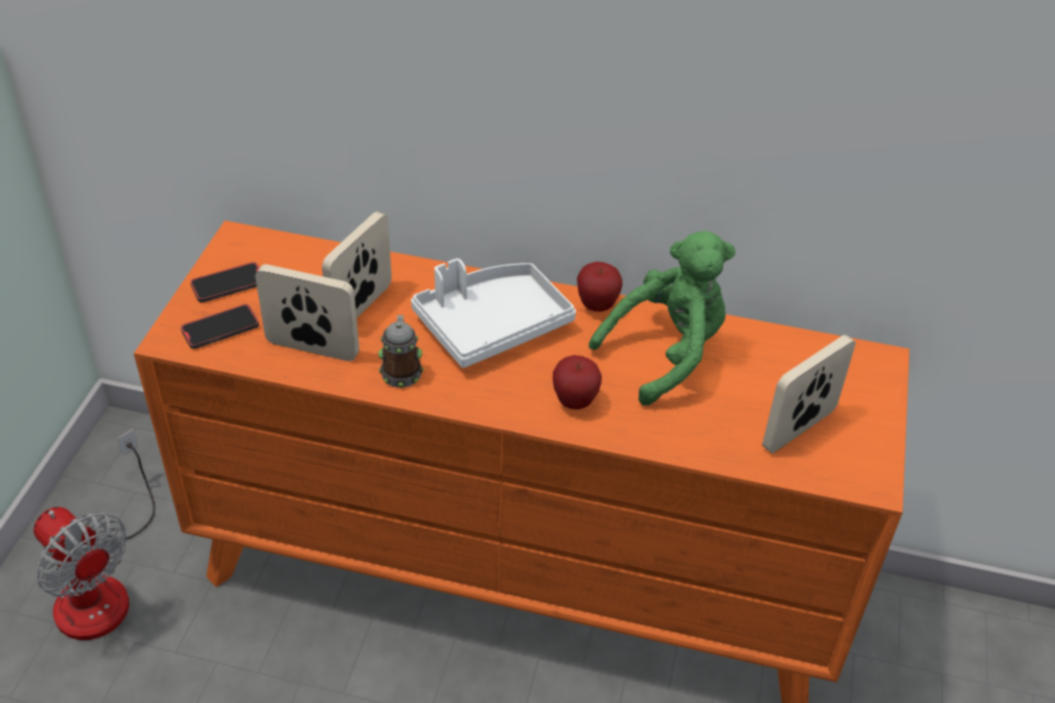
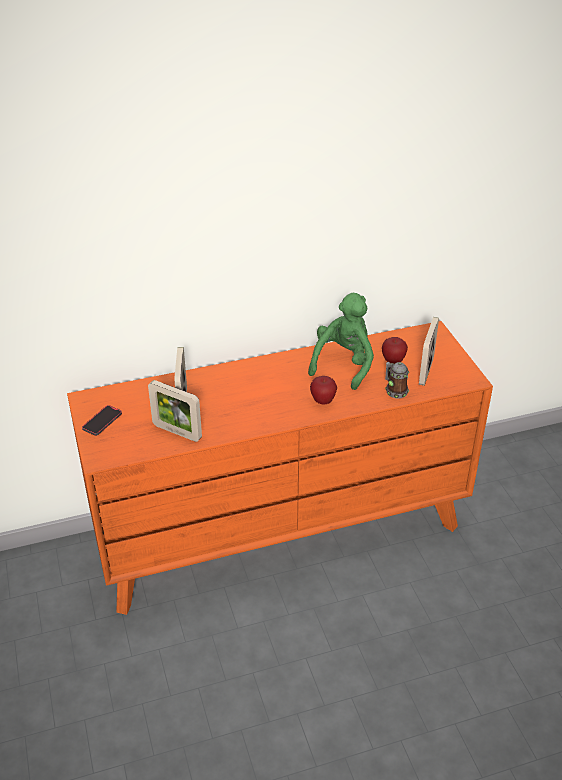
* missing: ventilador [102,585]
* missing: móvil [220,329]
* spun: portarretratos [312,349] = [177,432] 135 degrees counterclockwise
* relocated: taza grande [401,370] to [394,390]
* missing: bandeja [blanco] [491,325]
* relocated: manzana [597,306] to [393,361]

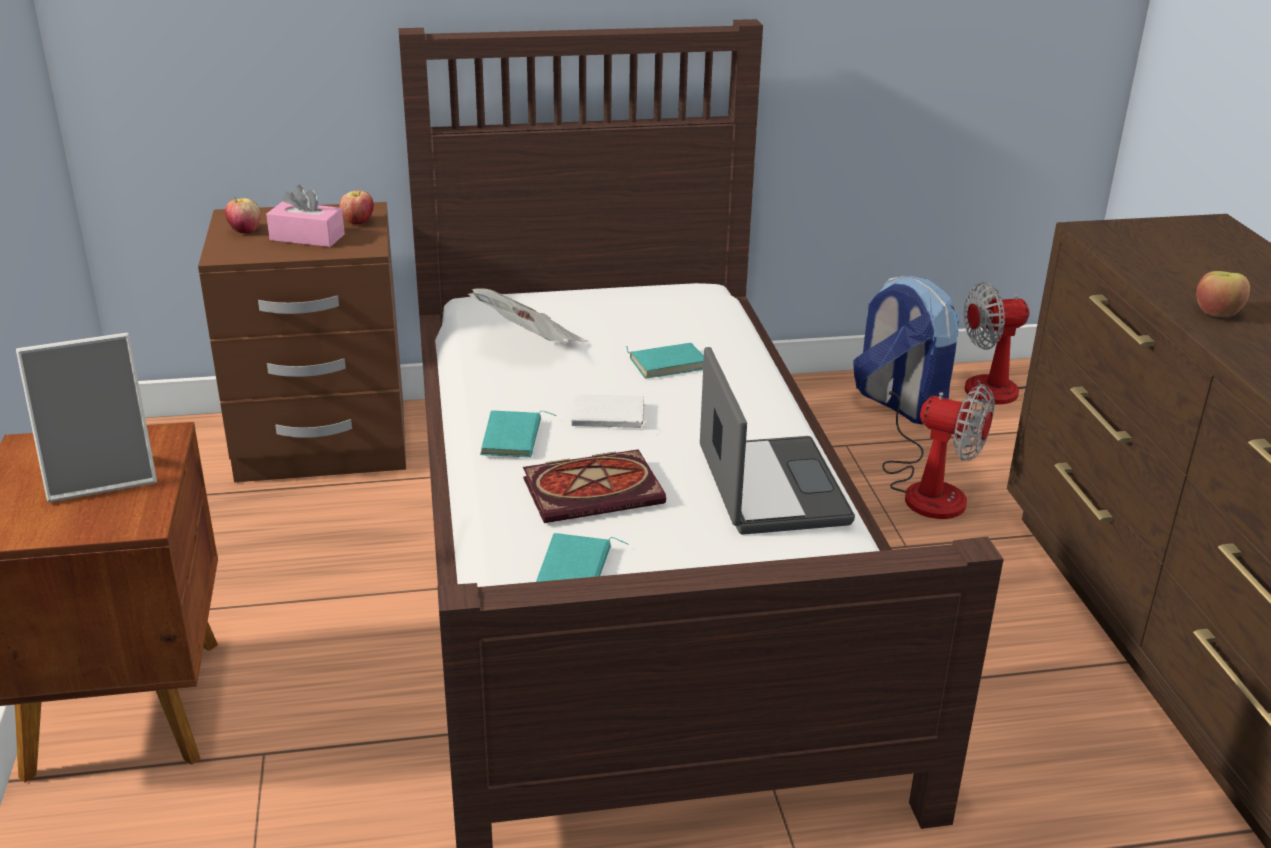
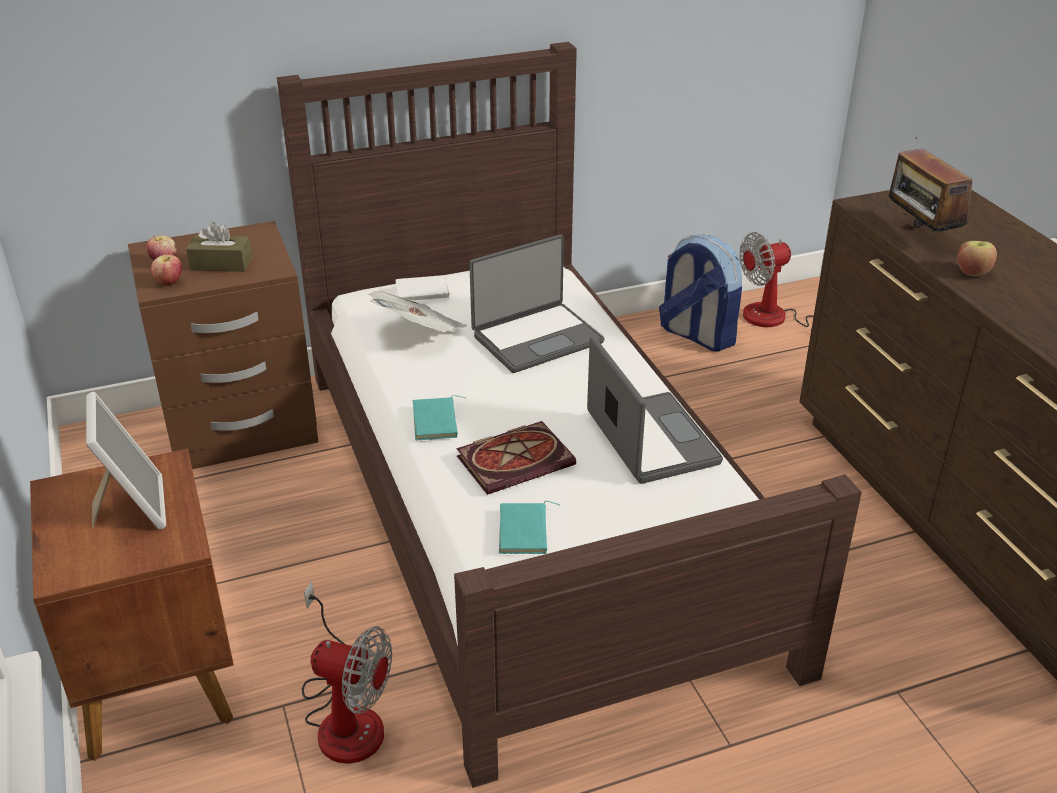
* spun: portarretratos [102,475] = [131,508] 75 degrees counterclockwise
* colour: caja de pañuelos [rosa] [307,237] to caja de pañuelos [marrón] [221,264]
* relocated: manzana [358,222] to [169,282]
* relocated: libro [blanco] [607,417] to [422,293]
* exchanged: libro [turquesa] [667,363] to portátil [536,338]
* relocated: ventilador [927,488] to [345,716]
* appeared: radio [919,235]

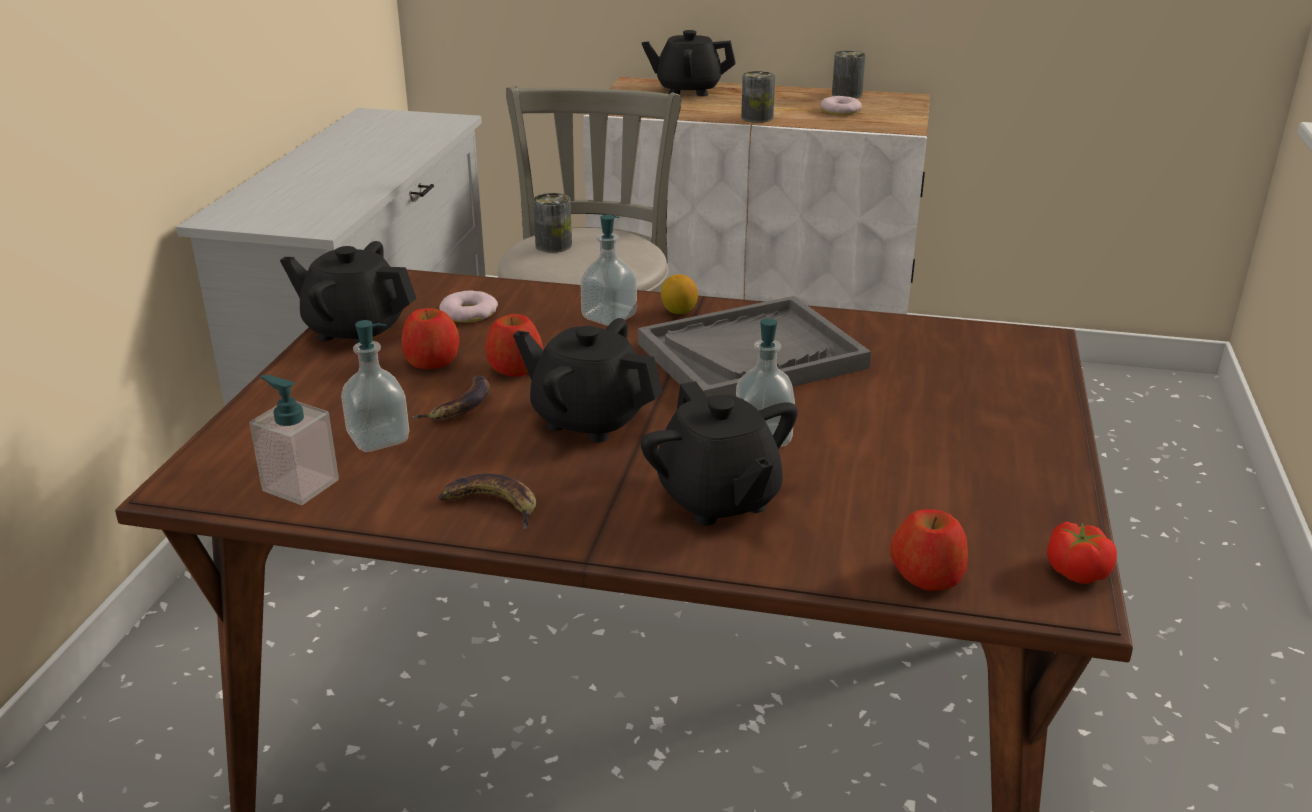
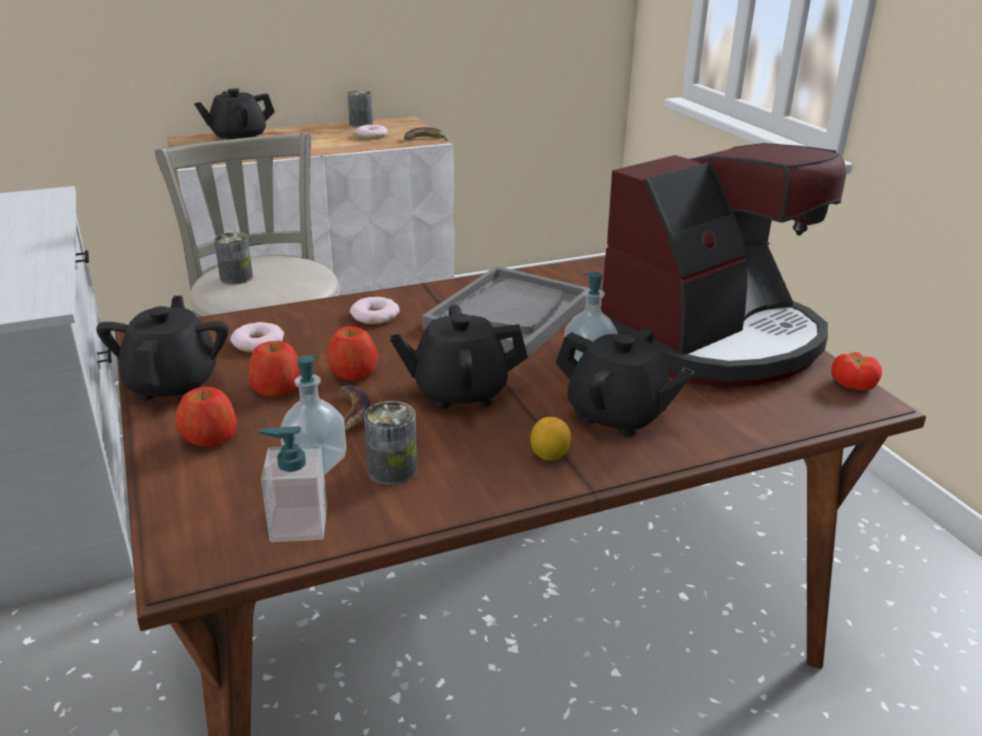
* spun: tetera [negro] [355,330] = [173,384] 105 degrees clockwise
* relocated: plátano [490,505] to [424,139]
* exchanged: dispensador de jabón [609,317] to rosquilla [375,316]
* relocated: limón [679,311] to [549,456]
* relocated: lata [757,117] to [392,470]
* relocated: manzana [926,576] to [209,438]
* appeared: cafetera [712,340]

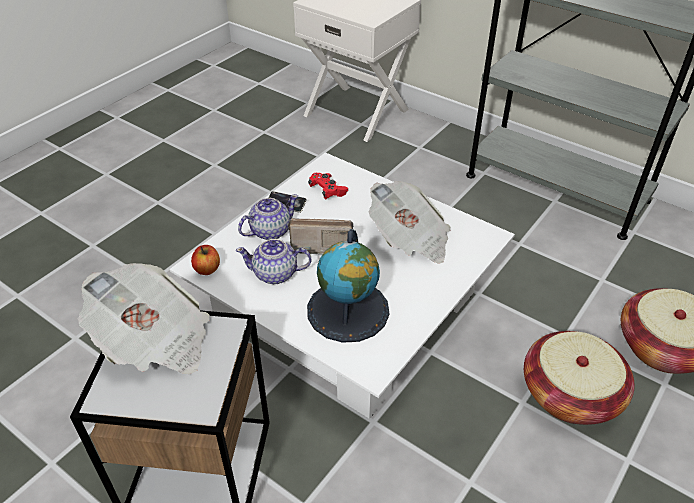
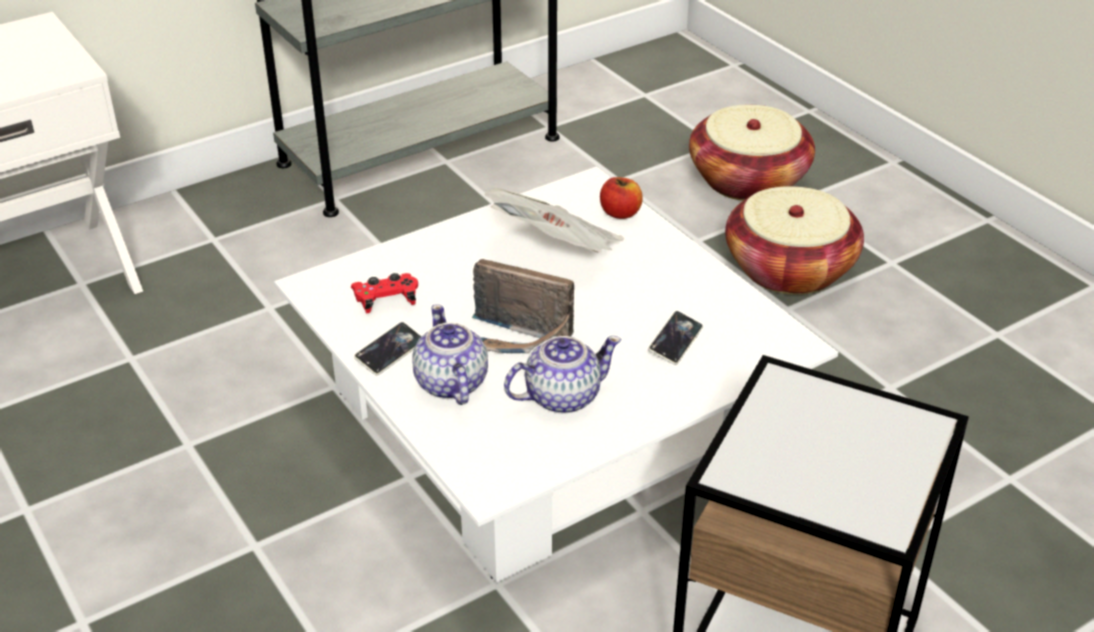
* missing: periódico [154,341]
* relocated: manzana [207,269] to [620,213]
* spun: tetera [276,274] = [561,396] 135 degrees counterclockwise
* spun: radio [320,245] = [520,337] 90 degrees counterclockwise
* exchanged: globo terráqueo [348,310] to móvil [675,341]

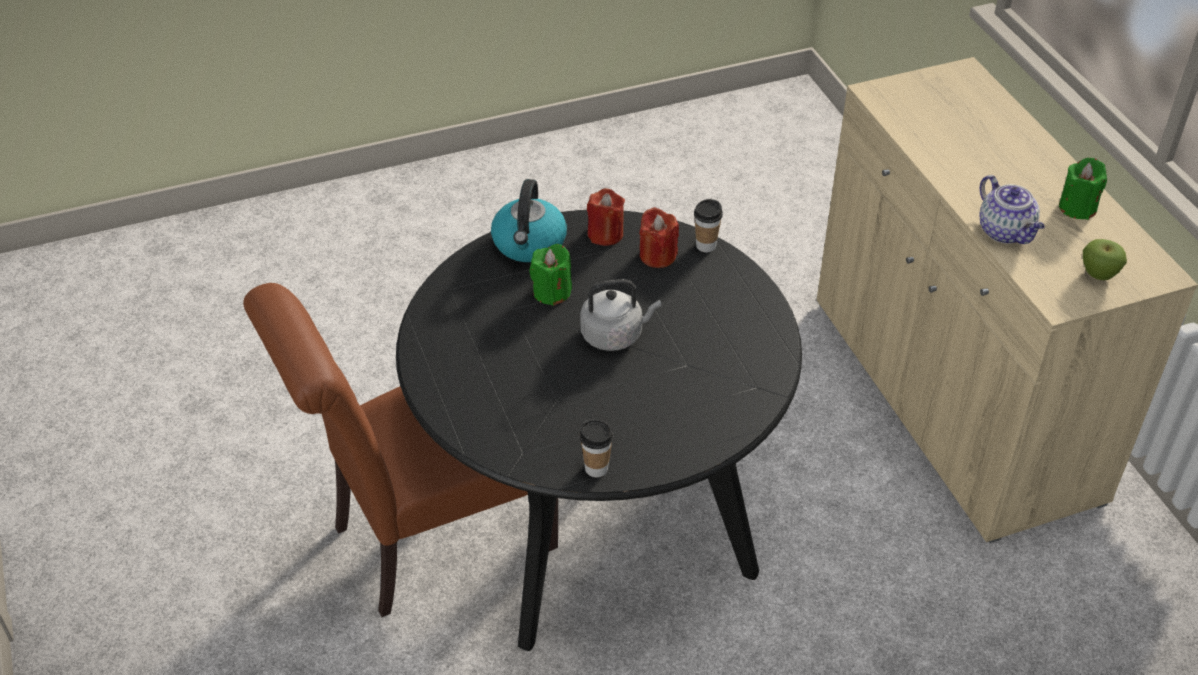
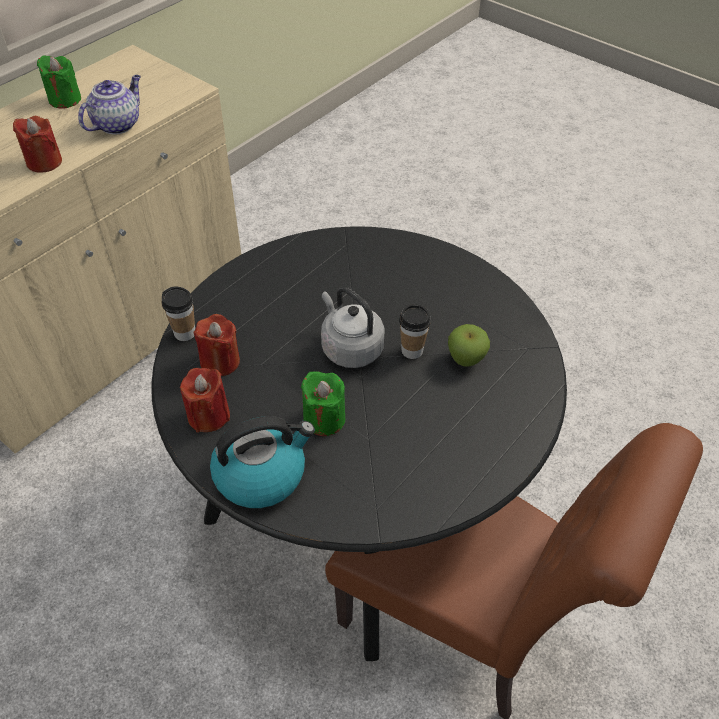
* relocated: taza [596,468] to [412,351]
* relocated: manzana [1098,274] to [466,359]
* appeared: vela [rojo] [44,162]

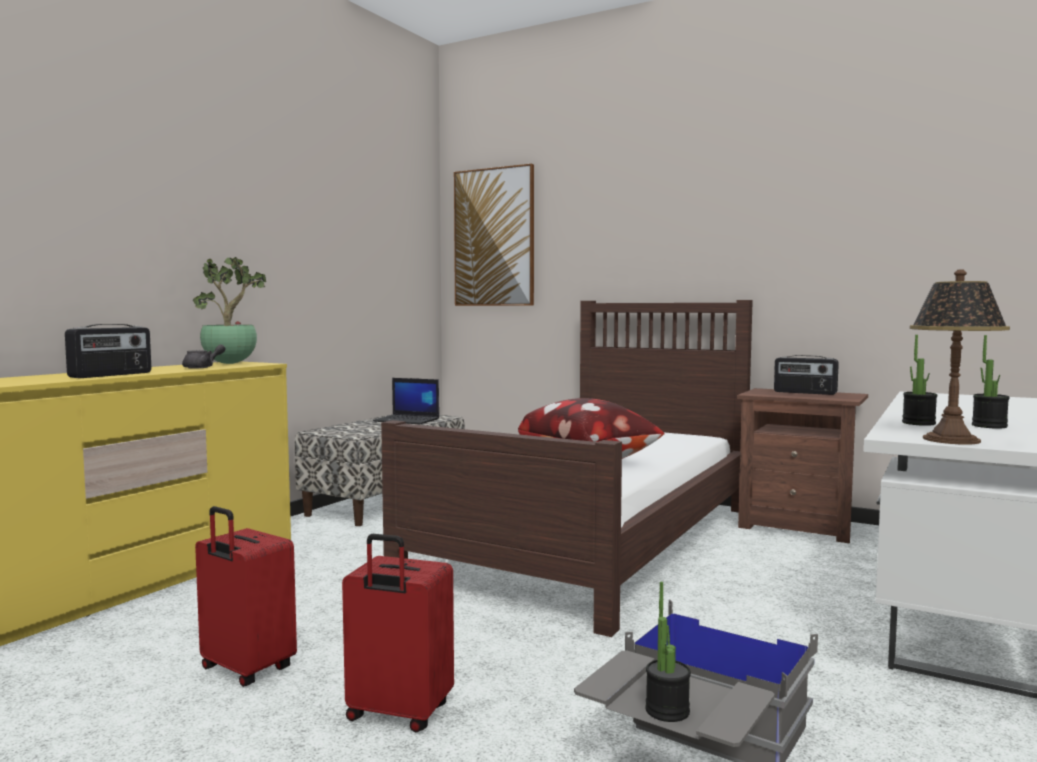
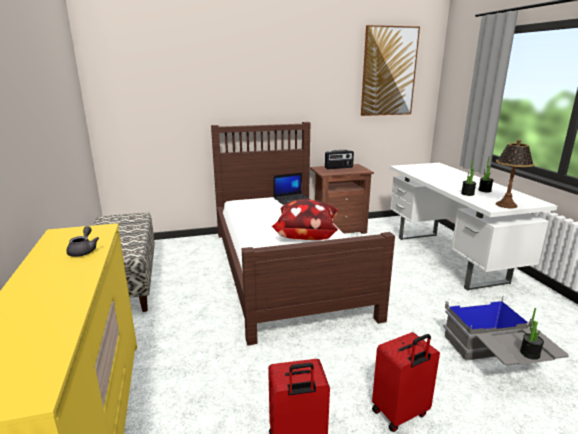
* missing: radio [111,375]
* missing: planta en maceta [231,363]
* relocated: portátil [407,420] to [292,199]
* relocated: cuadro [494,237] to [388,72]

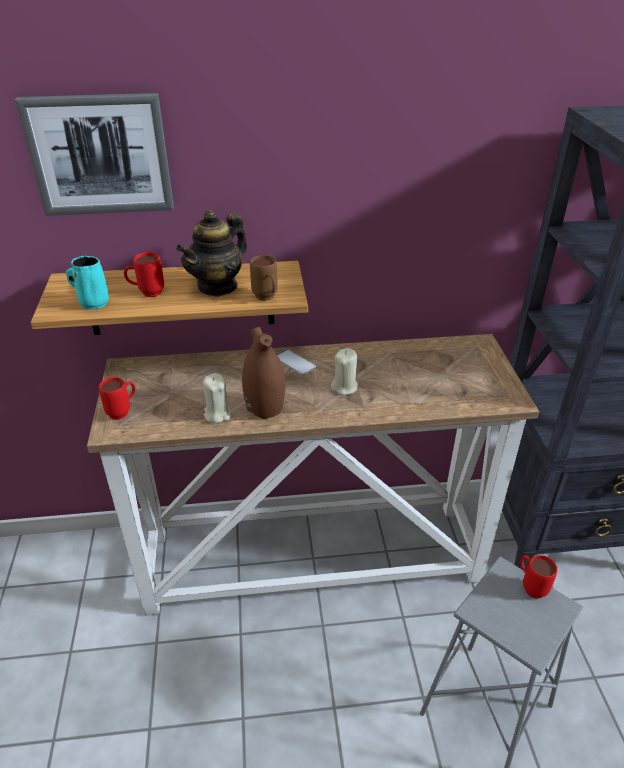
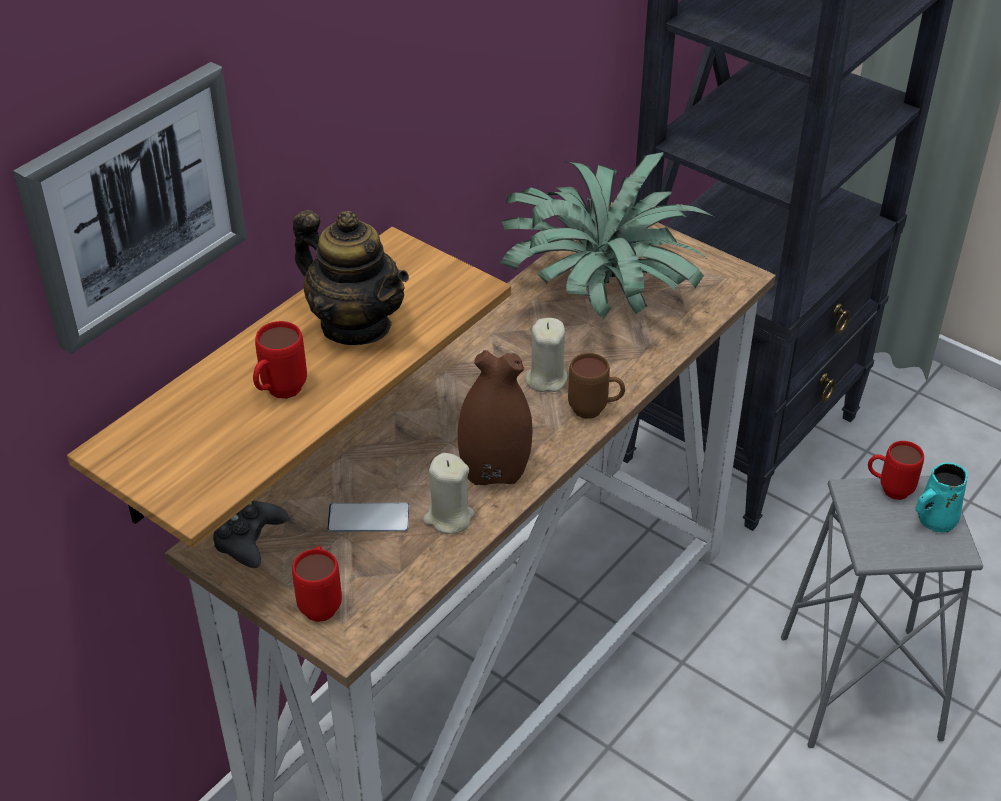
* relocated: taza grande [turquesa] [93,302] to [934,520]
* spun: tetera [218,286] = [356,325] 45 degrees counterclockwise
* relocated: taza grande [marrón] [267,298] to [595,411]
* relocated: móvil [295,362] to [368,518]
* appeared: mando de consola [negro] [249,539]
* appeared: planta en maceta [604,296]

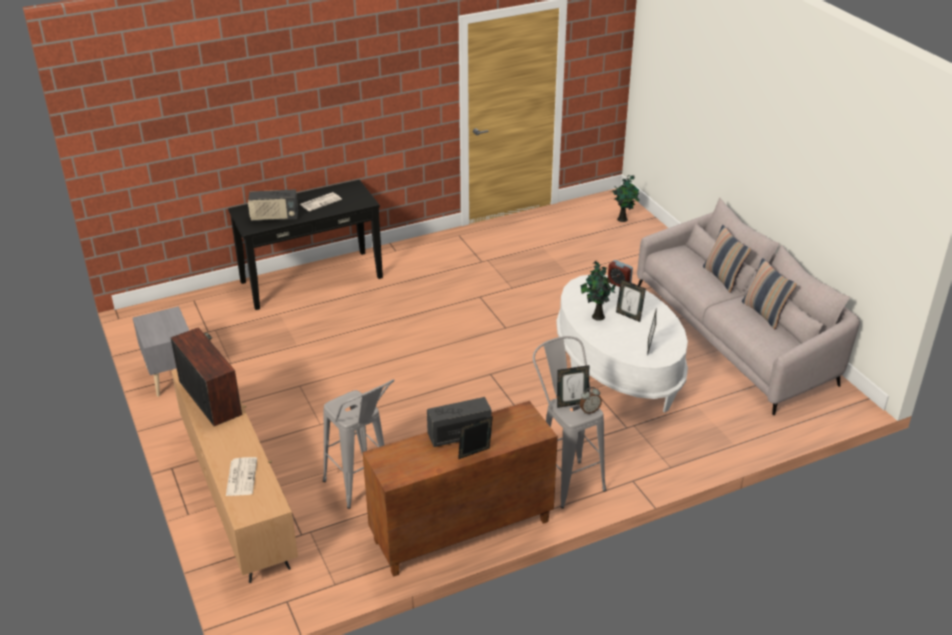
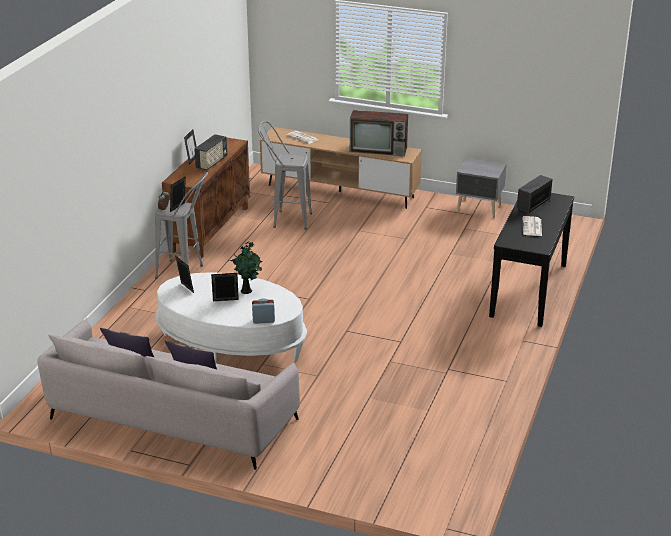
* missing: planta en maceta [623,219]

